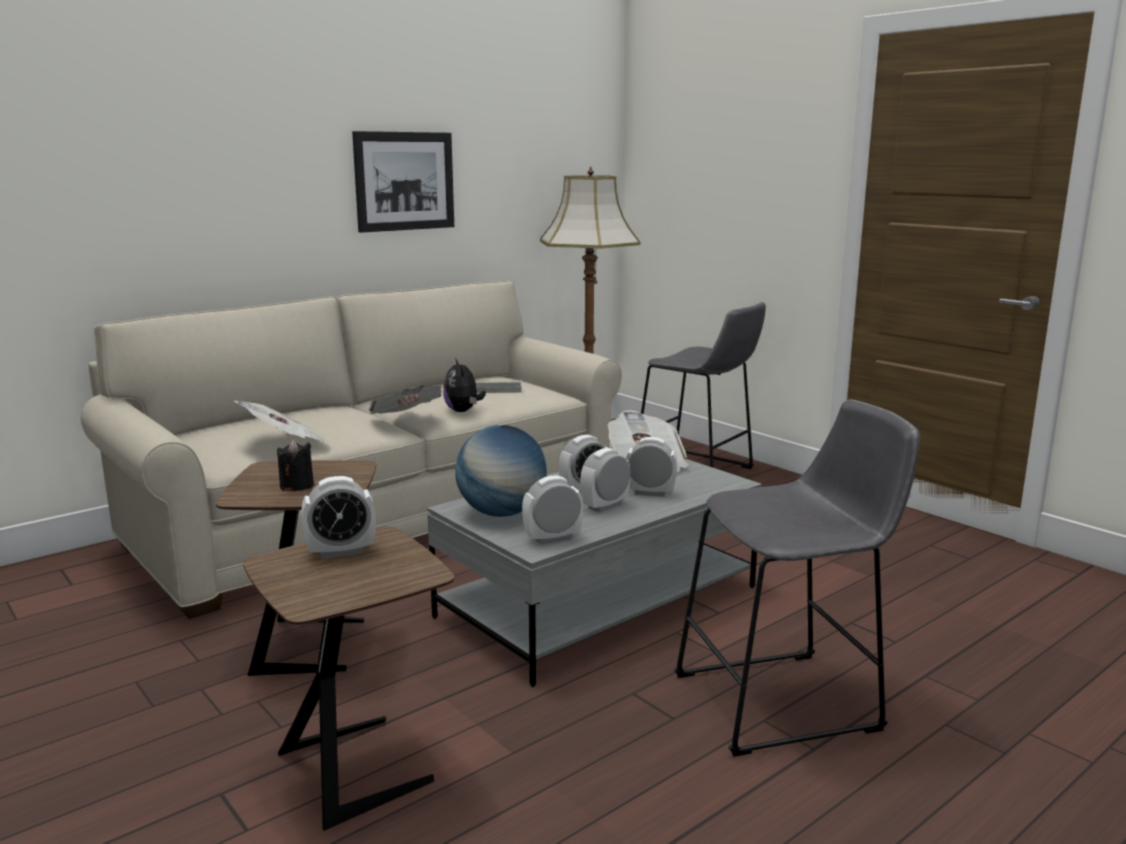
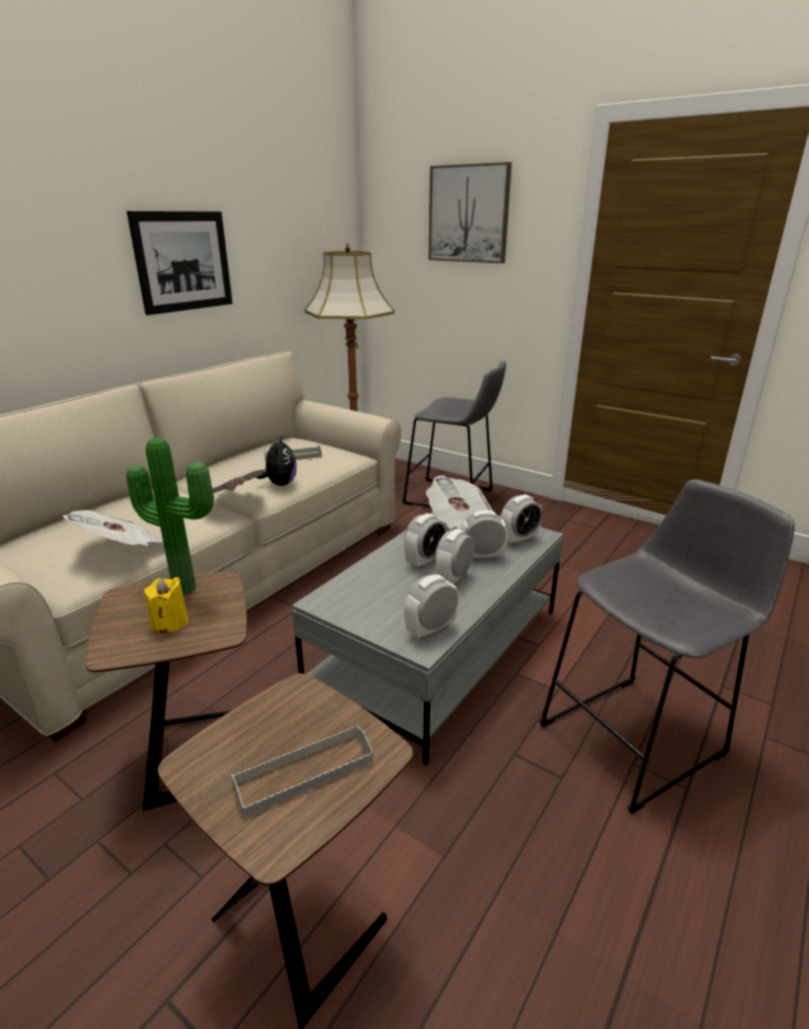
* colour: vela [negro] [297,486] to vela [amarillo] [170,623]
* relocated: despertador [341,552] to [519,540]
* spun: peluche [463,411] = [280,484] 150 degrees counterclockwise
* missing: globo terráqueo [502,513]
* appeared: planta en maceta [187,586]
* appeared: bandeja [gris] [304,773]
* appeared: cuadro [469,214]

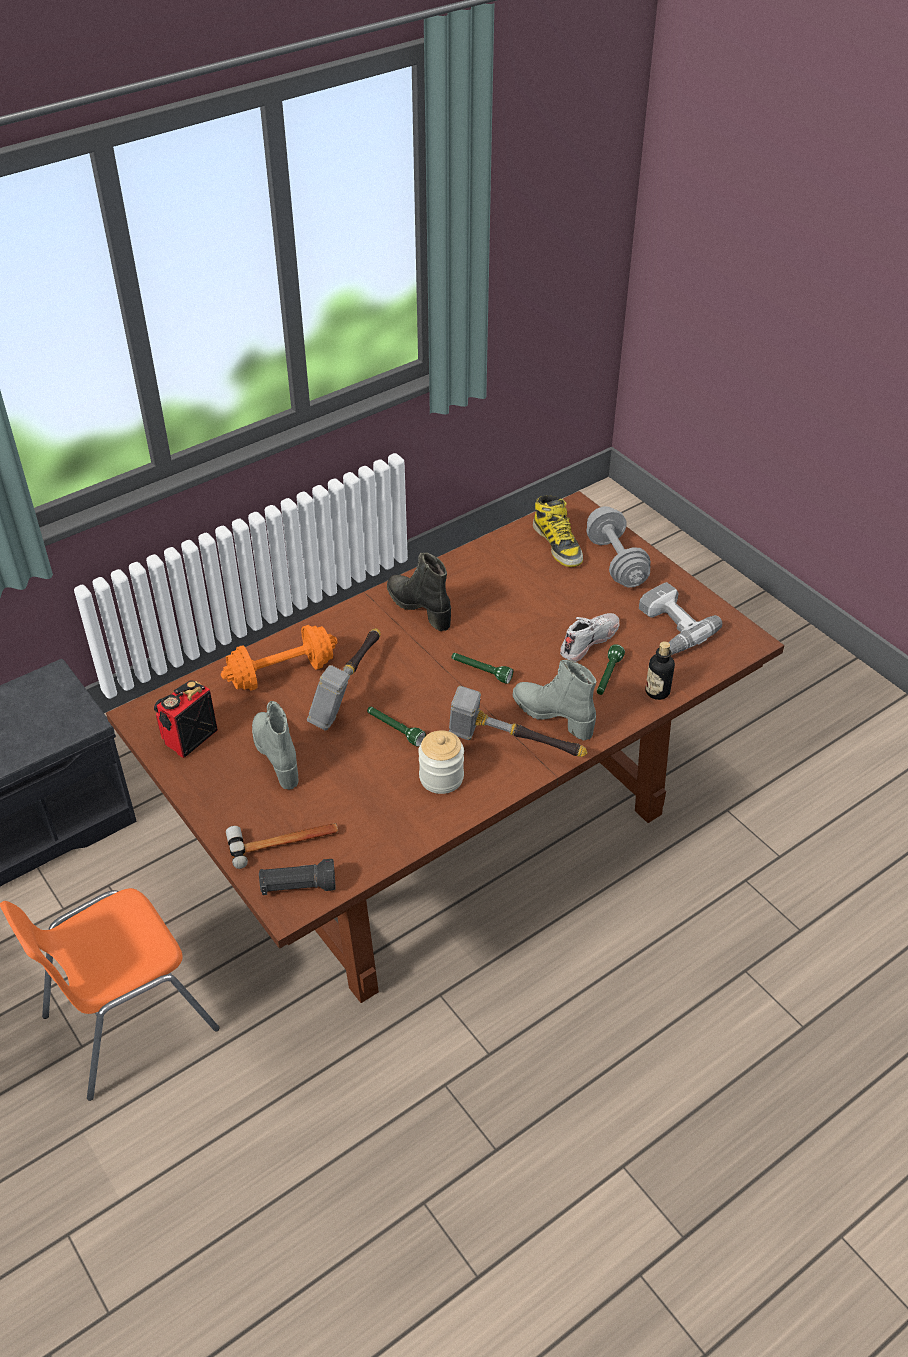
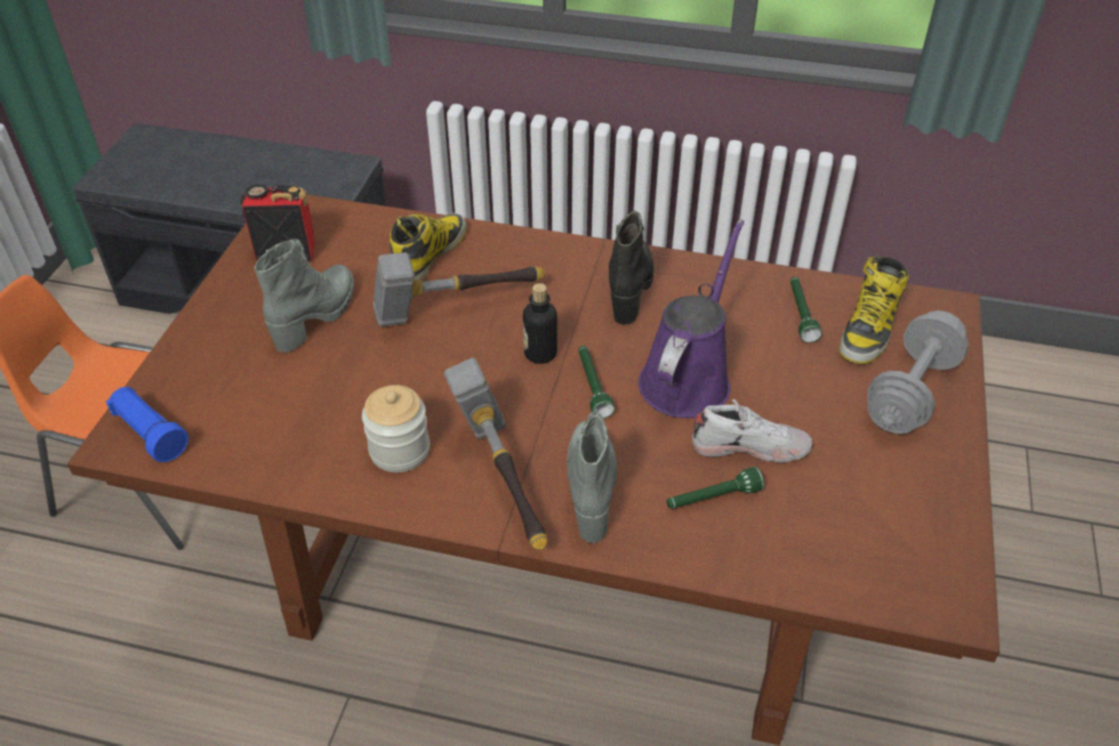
* exchanged: mancuerna [naranja] [282,673] to bota [429,254]
* missing: martillo [284,842]
* colour: linterna [negro] [298,887] to linterna [azul] [150,434]
* relocated: linterna [verde] [394,729] to [800,314]
* missing: taladro [667,629]
* relocated: botella [657,691] to [540,353]
* appeared: regadera [morado] [688,378]

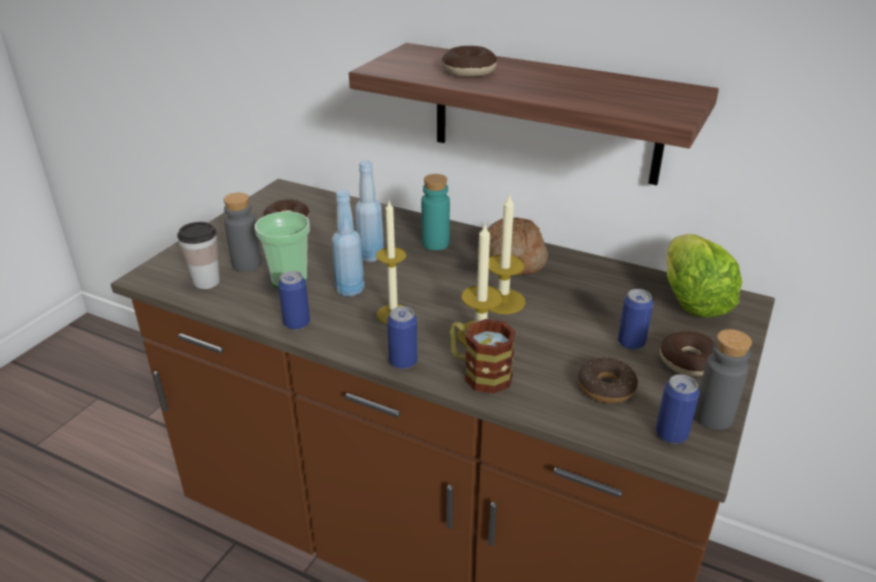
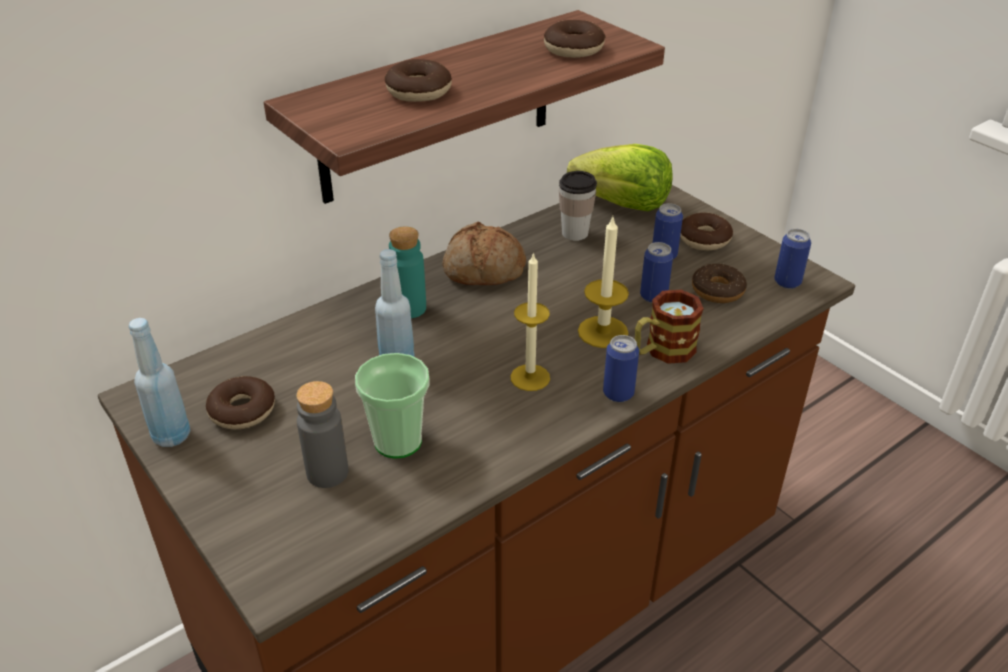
* relocated: taza [206,282] to [575,233]
* relocated: lata [297,323] to [653,296]
* relocated: botella [azul] [350,290] to [171,436]
* missing: vela [503,301]
* missing: botella [gris] [713,417]
* appeared: rosquilla [573,49]

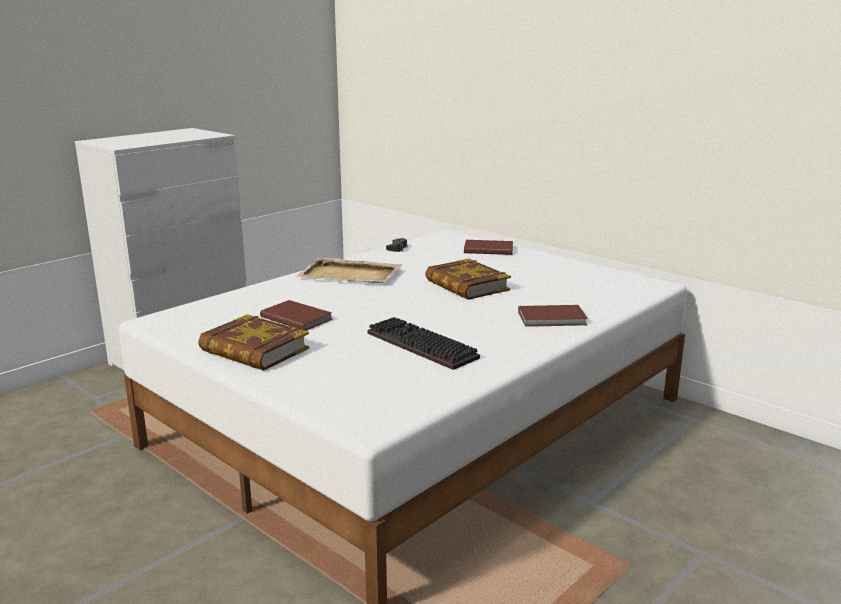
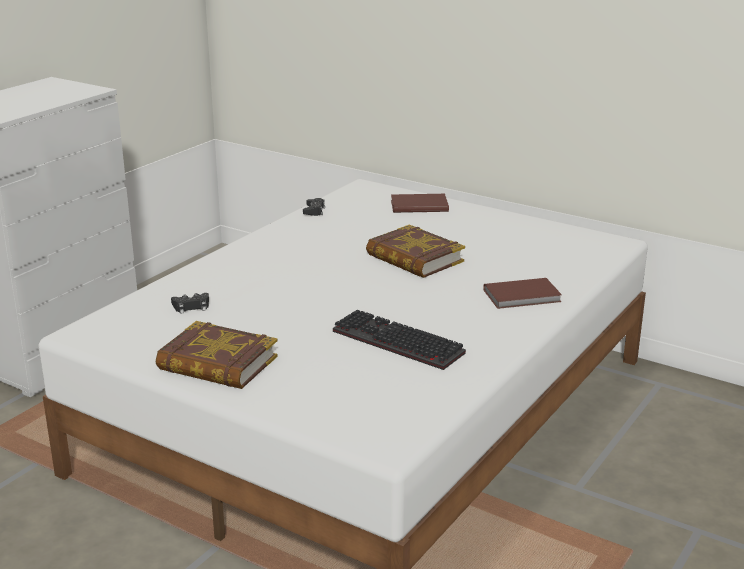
* missing: libro [marrón] [297,317]
* missing: bandeja [beis] [351,275]
* appeared: mando de consola [negro] [191,306]

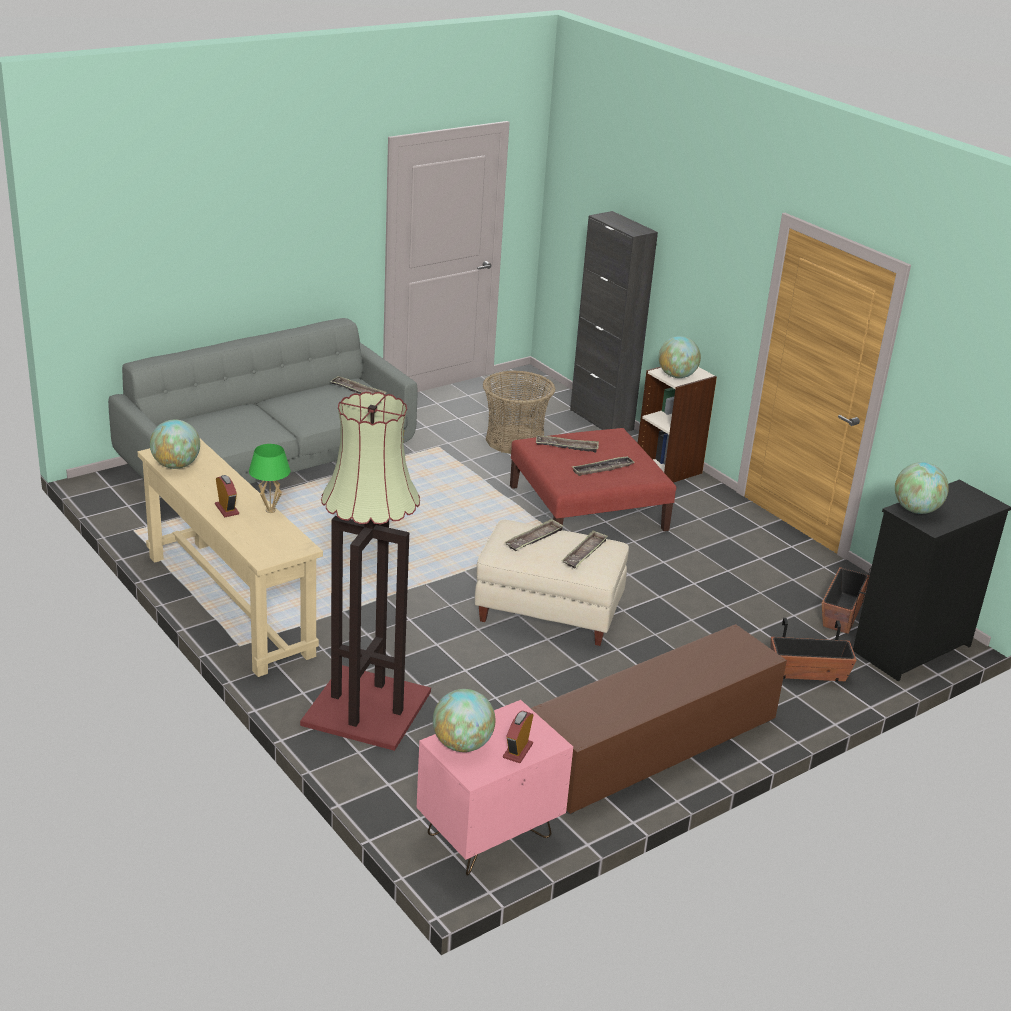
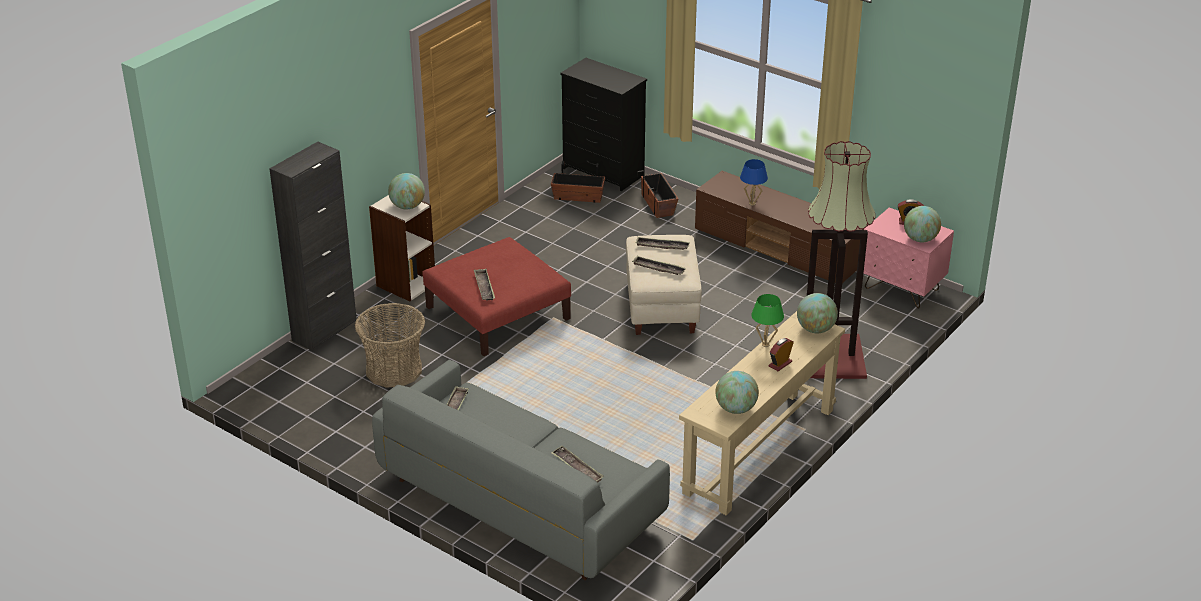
* relocated: bandeja [602,469] to [577,468]
* relocated: globo terráqueo [916,510] to [815,329]
* appeared: lámpara de mesa [azul] [752,203]

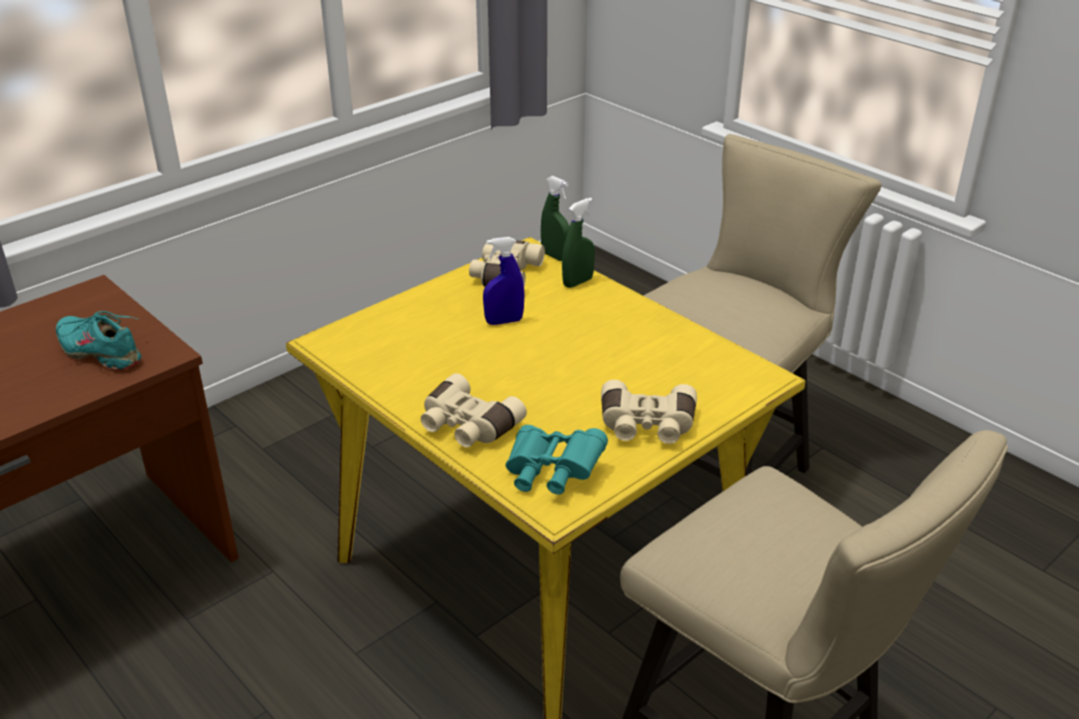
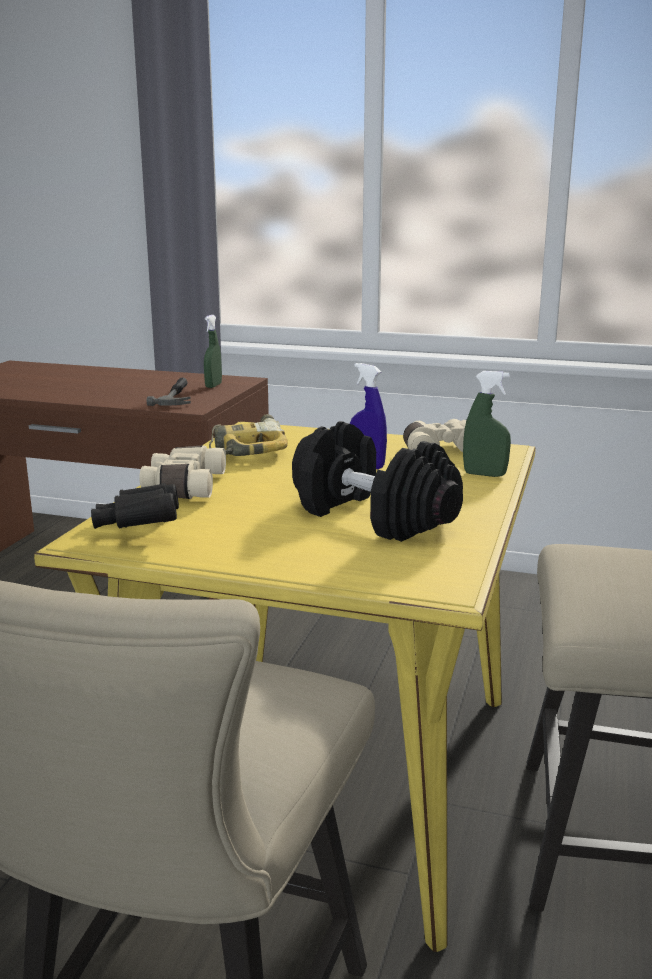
* exchanged: zapato [turquesa] [100,351] to martillo [176,396]
* colour: prismáticos [turquesa] [551,473] to prismáticos [negro] [140,528]
* relocated: pulverizador [verde] [555,256] to [213,386]
* missing: prismáticos [beis] [646,426]
* appeared: taladro [246,448]
* appeared: mancuerna [negro] [372,516]

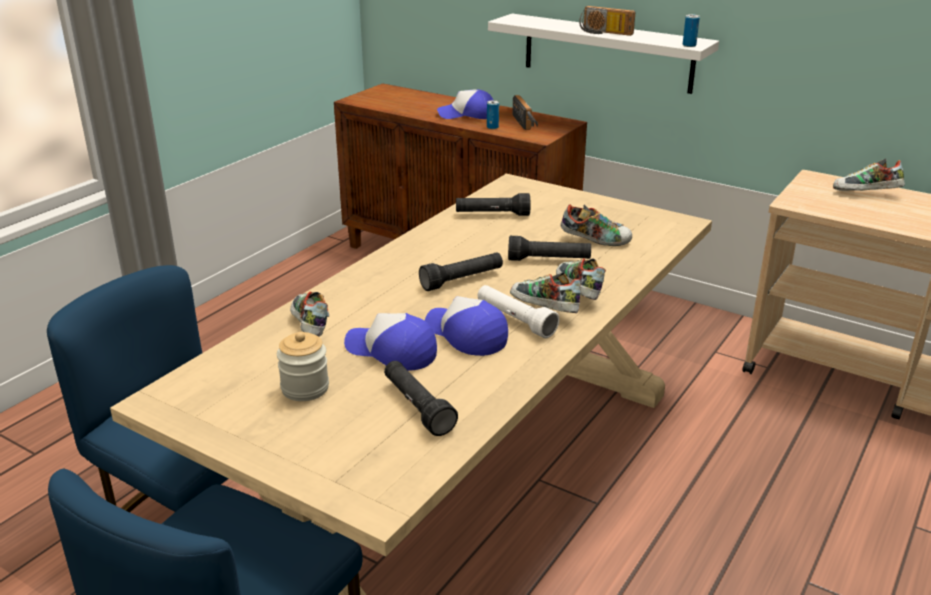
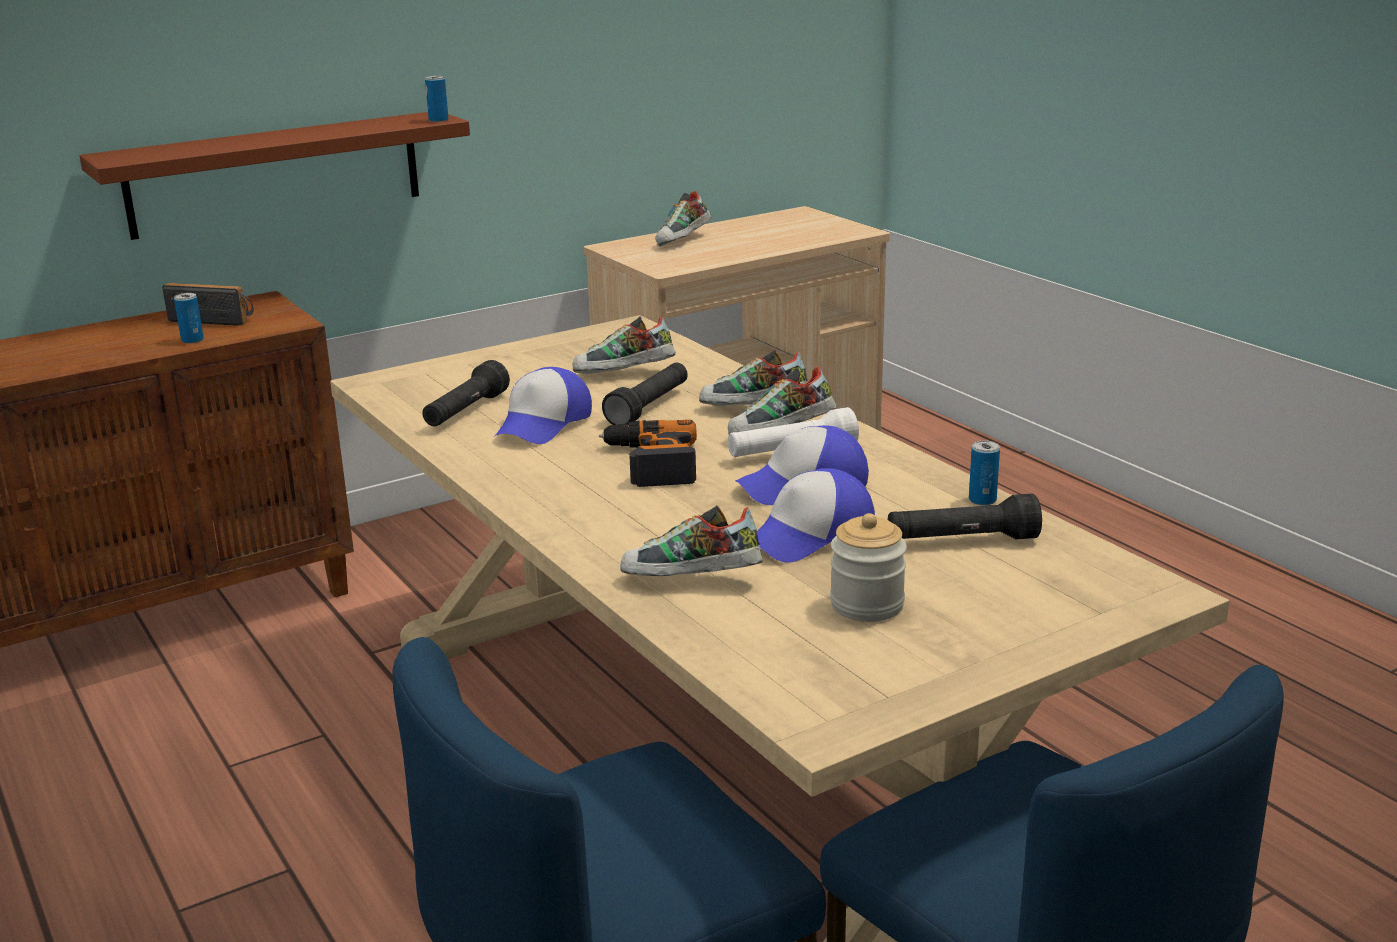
* exchanged: linterna [negro] [462,280] to taladro [650,463]
* relocated: gorra [467,115] to [543,424]
* colour: estante [blanco] [607,53] to estante [marrón] [275,174]
* spun: zapato [595,240] = [624,375] 135 degrees counterclockwise
* missing: radio [604,33]
* appeared: lata [982,500]

